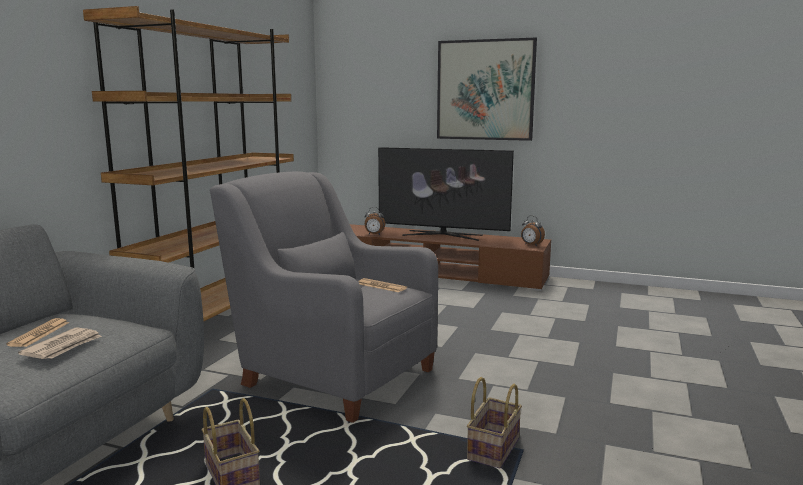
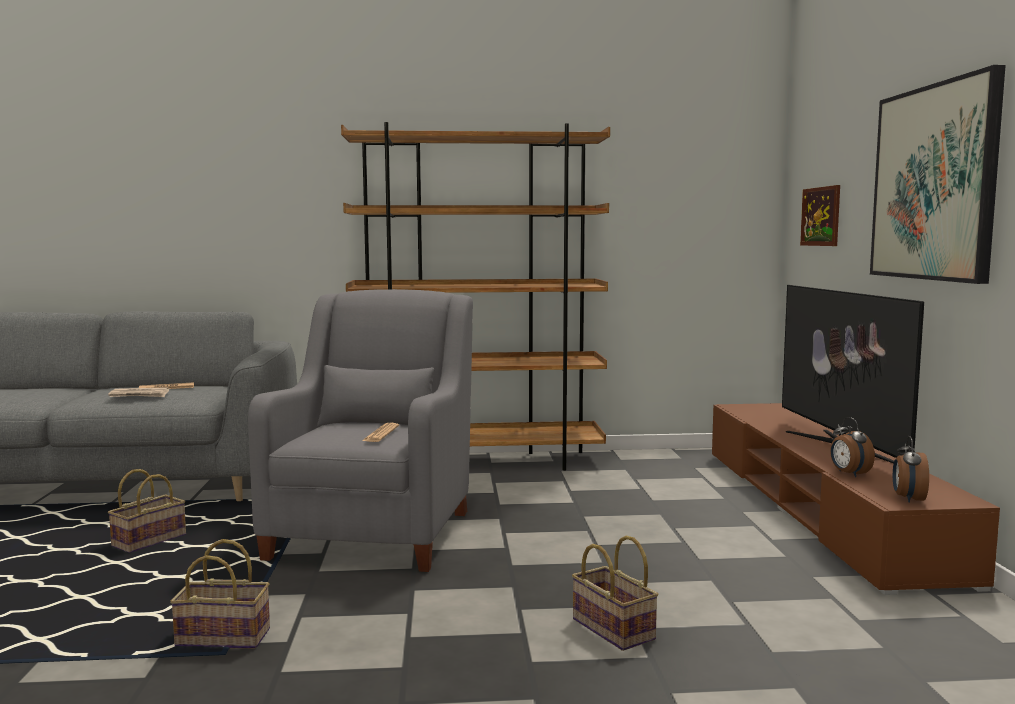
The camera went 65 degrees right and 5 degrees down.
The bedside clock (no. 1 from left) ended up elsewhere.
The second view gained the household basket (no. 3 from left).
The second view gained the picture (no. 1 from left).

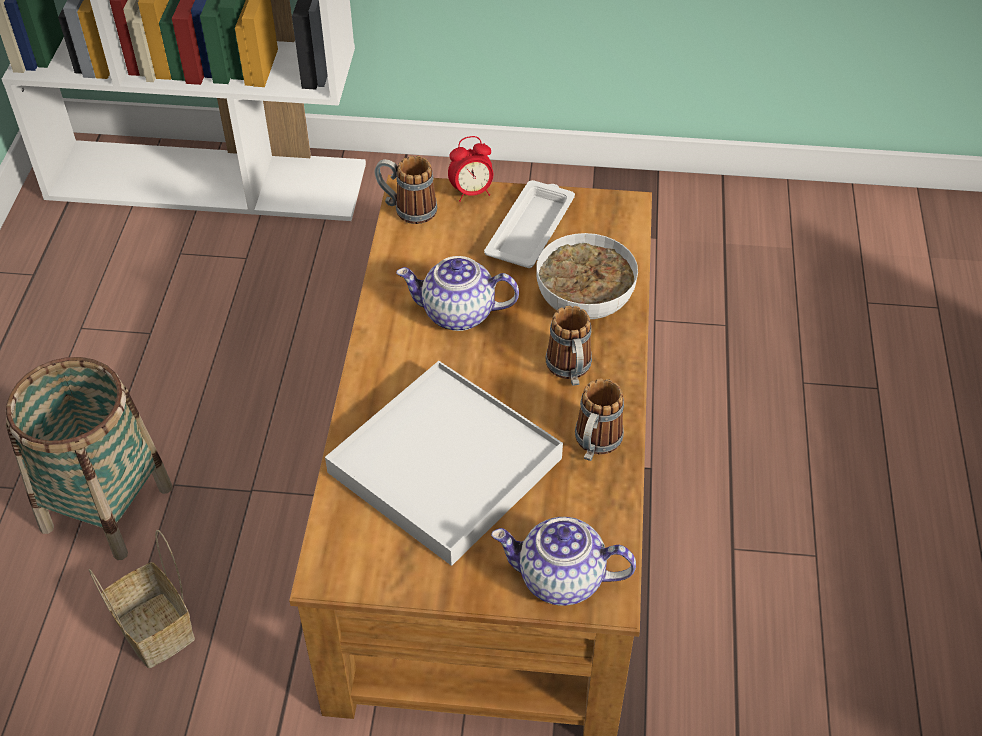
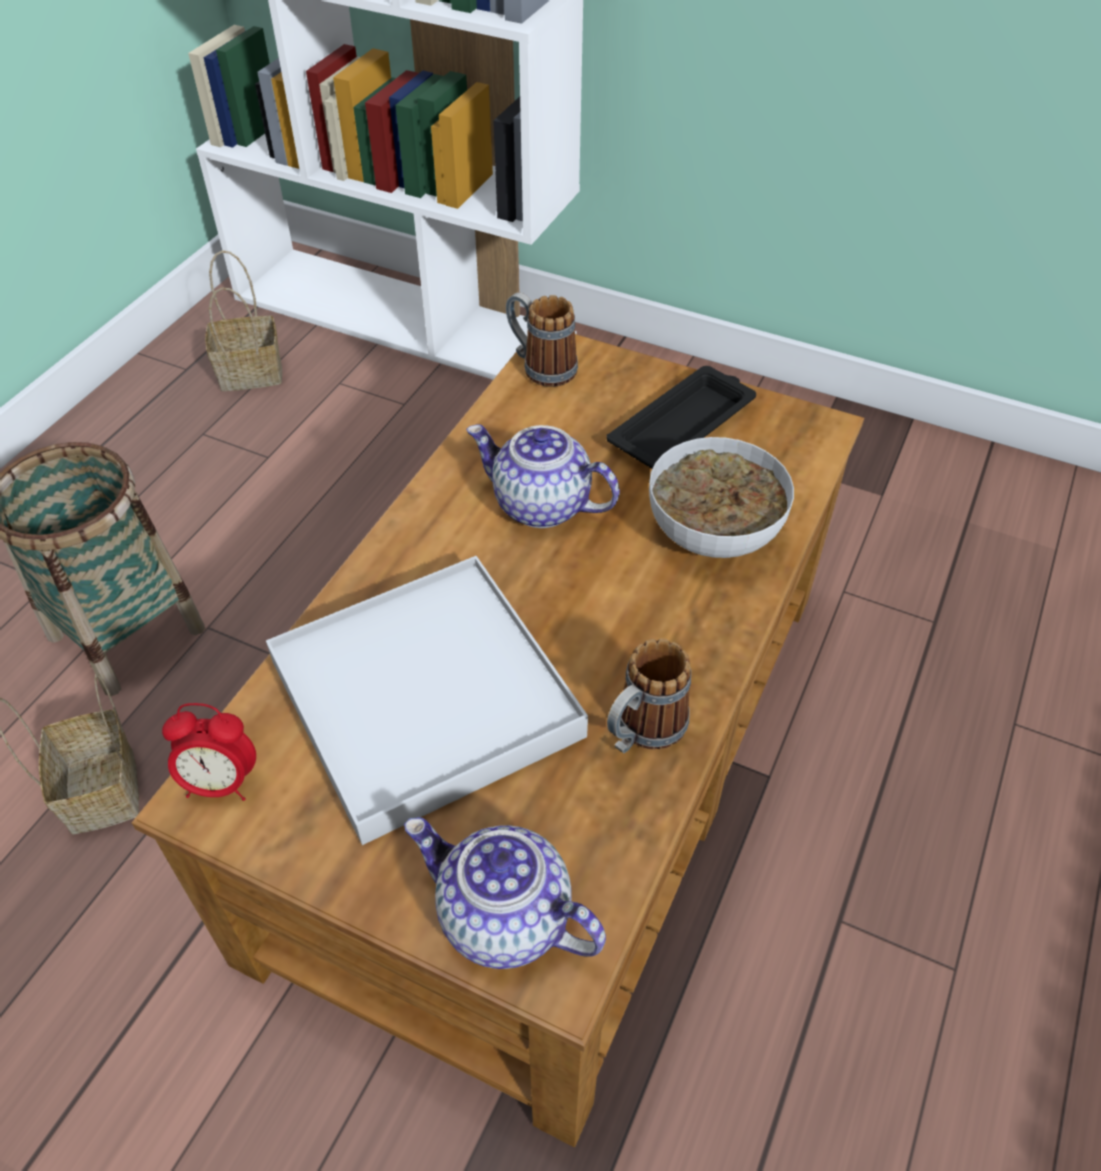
The camera went 20 degrees right and 0 degrees up.
The bedside clock ended up elsewhere.
What was the white tray (no. 2 from left) turned into the blackish tray.
The second view lost the mug (no. 2 from left).
The second view gained the household basket (no. 3 from left).

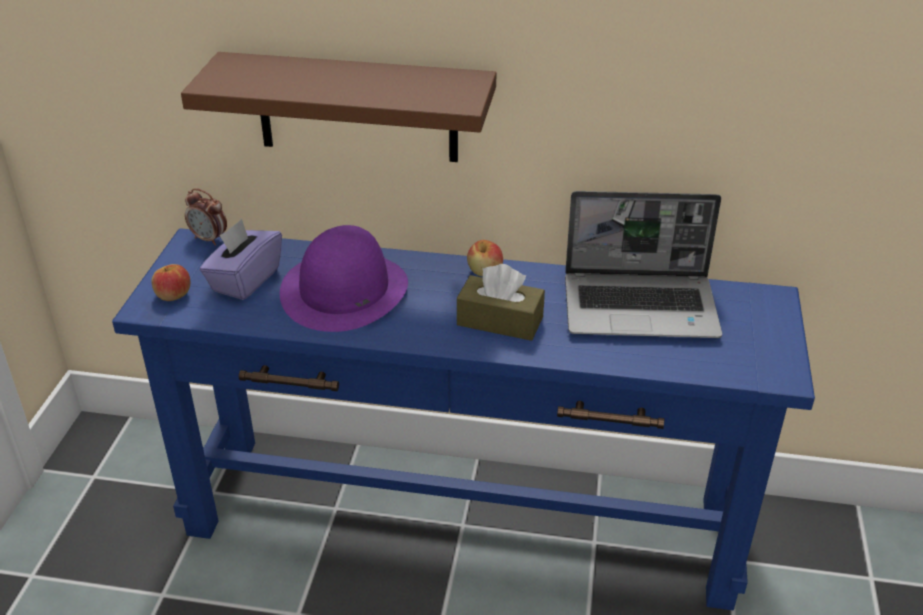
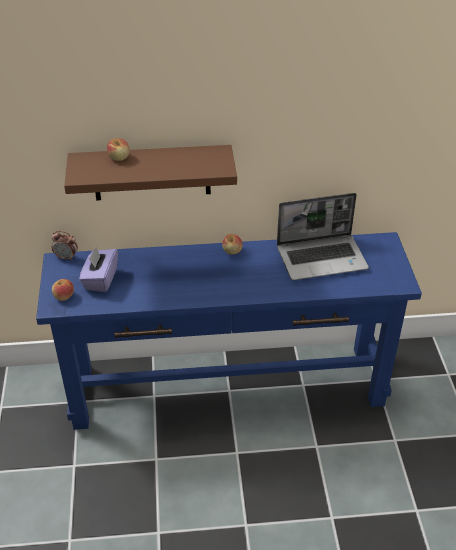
The camera went 15 degrees left and 5 degrees up.
The second view lost the purple wearable hat.
The second view lost the brownish tissue box.
The second view gained the apple (no. 2 from left).

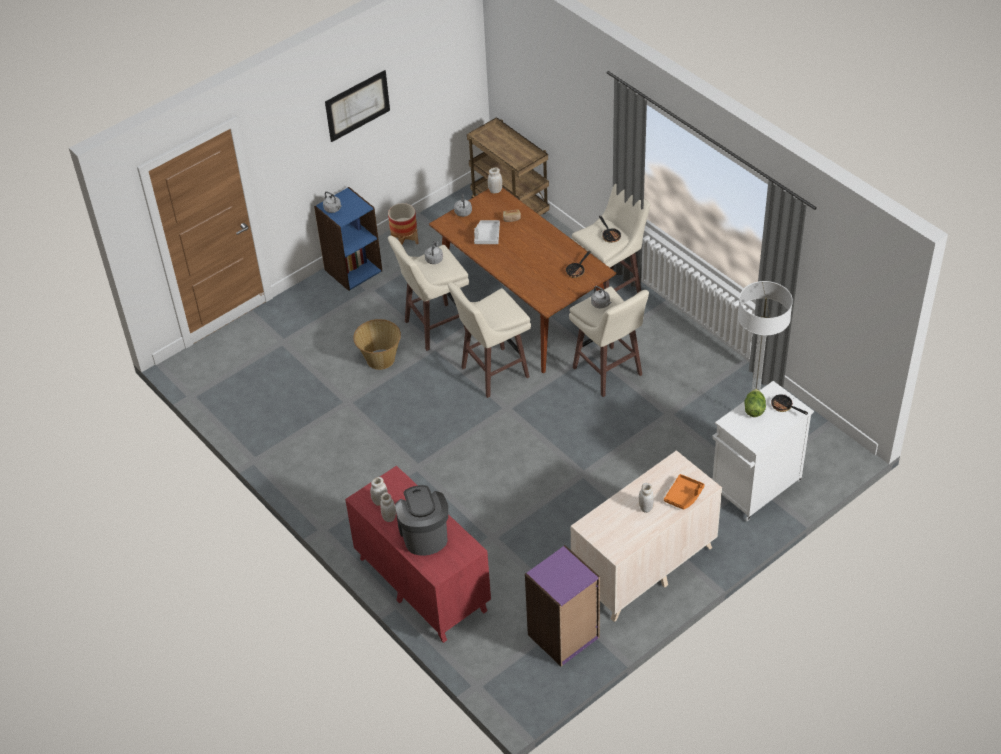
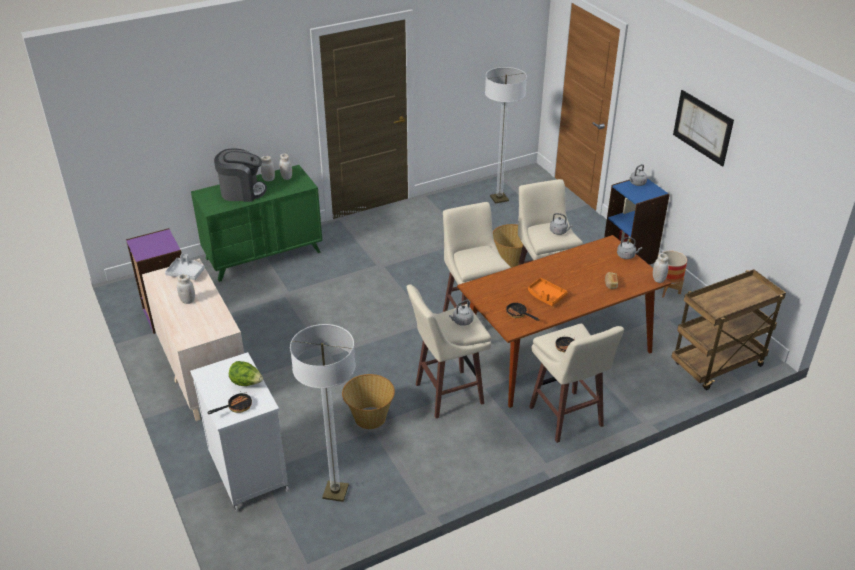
The camera went 100 degrees right and 10 degrees down.
What was the red chest of drawers turned into the green chest of drawers.
The greyish tray ended up elsewhere.
The orangey tray ended up elsewhere.
The second view gained the household basket (no. 1 from left).
The second view gained the floor lamp (no. 2 from left).

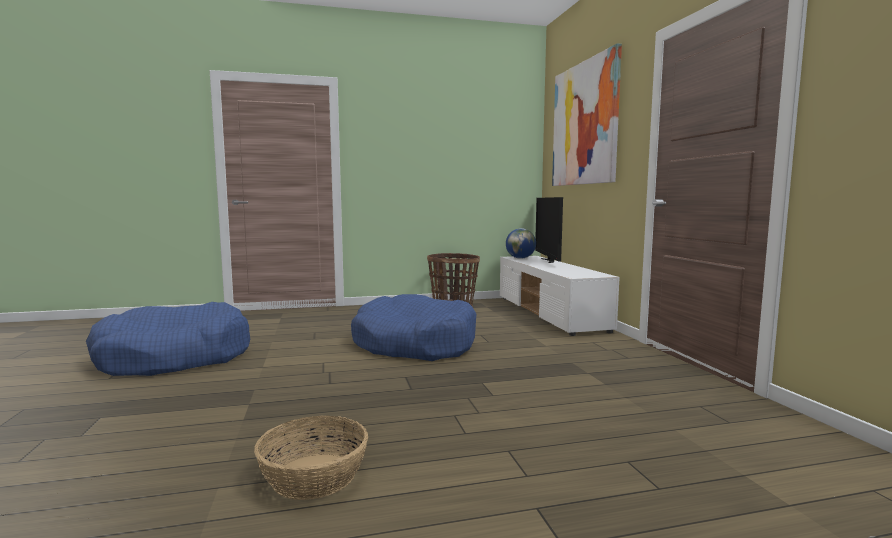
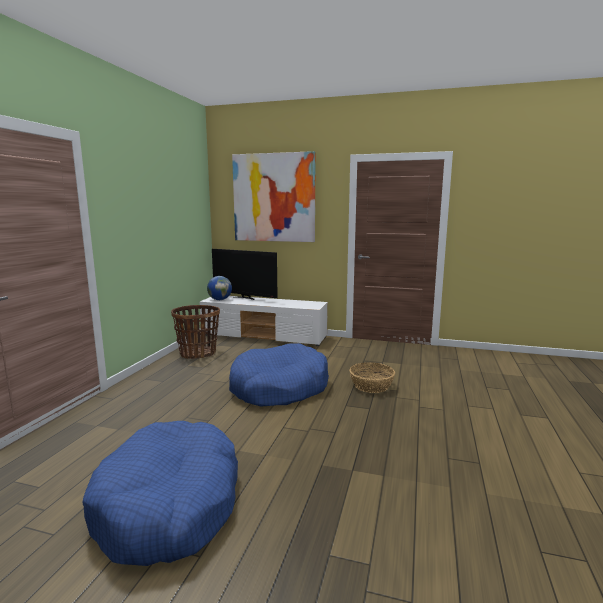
The camera went 60 degrees left and 5 degrees up.
The household basket (no. 1 from left in the first image) ended up elsewhere.

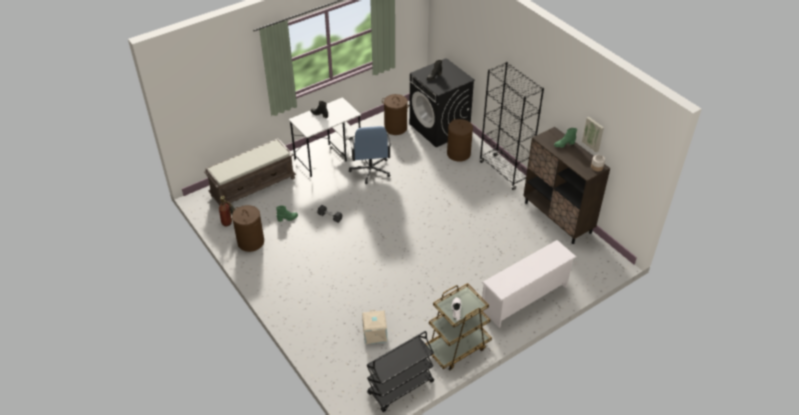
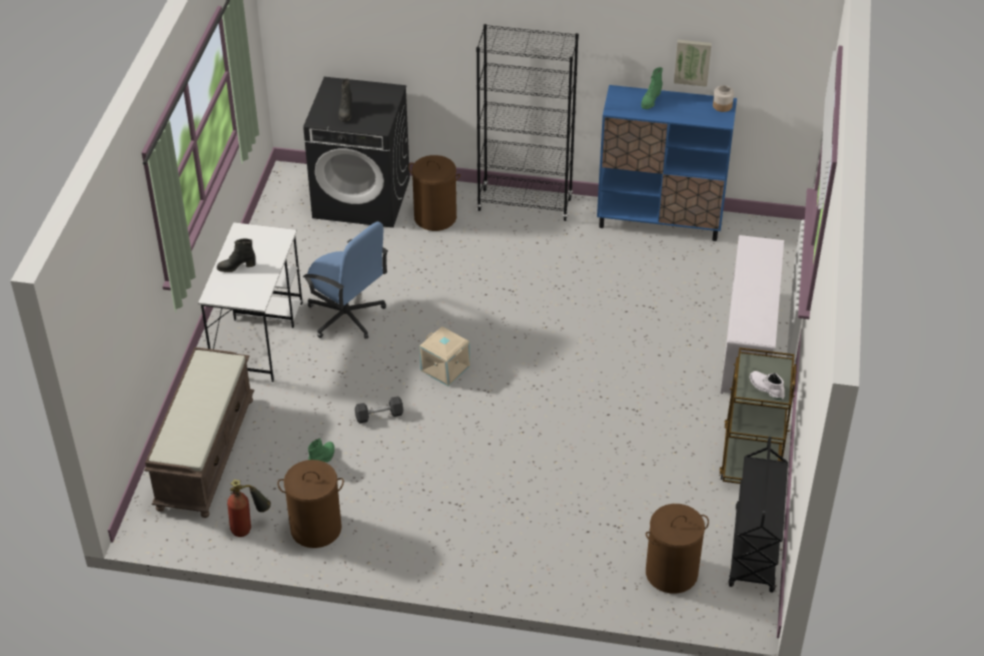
The camera went 45 degrees left and 0 degrees up.
The beige storage bin ended up elsewhere.
The brownish hamper (no. 2 from left in the first image) ended up elsewhere.
What was the brownish storage cabinet turned into the blue-coloured storage cabinet.

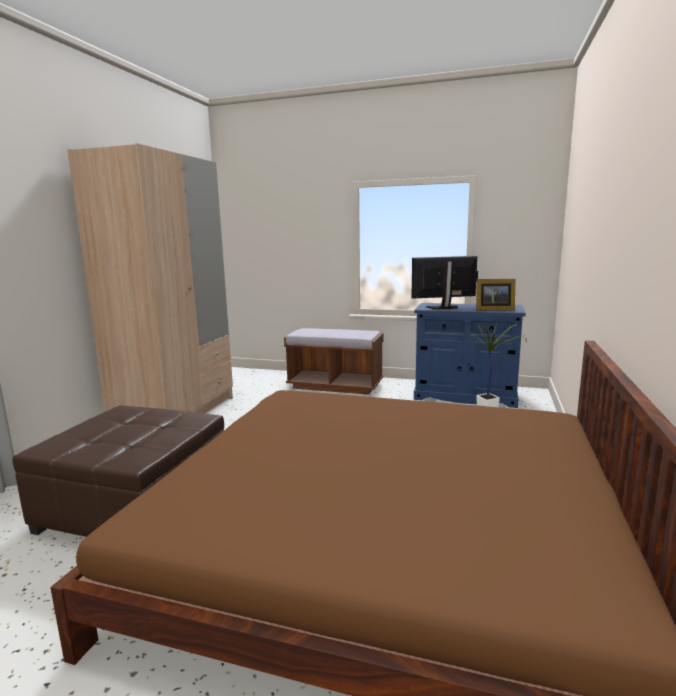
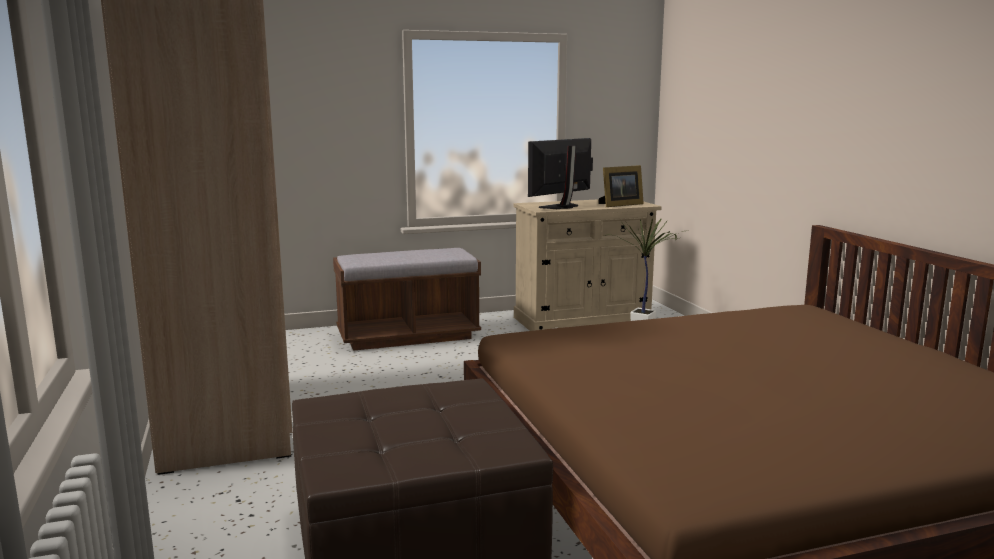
The camera went 35 degrees left and 0 degrees up.
What was the blue-coloured storage cabinet turned into the beige storage cabinet.

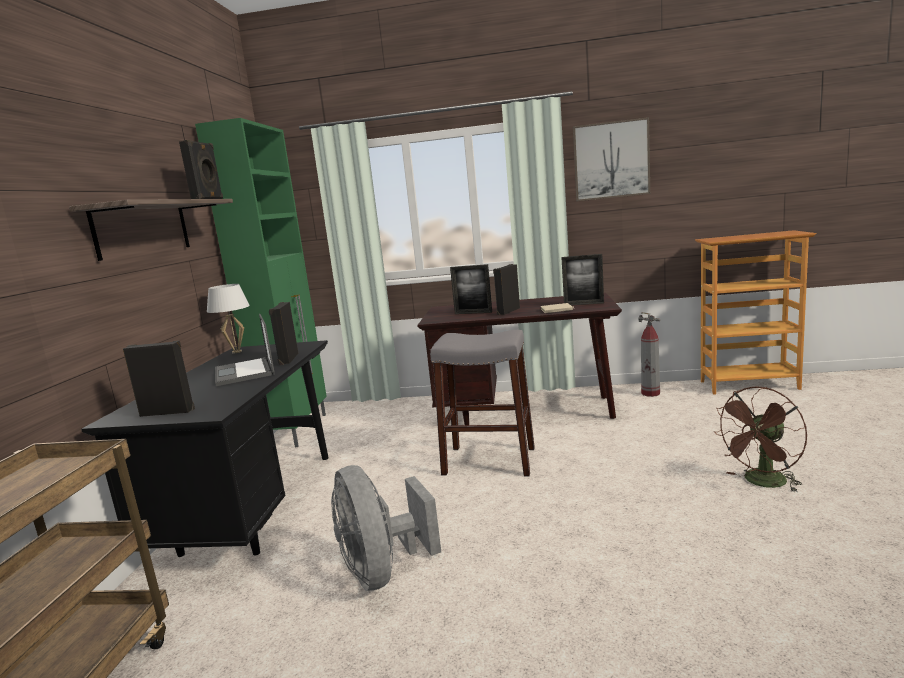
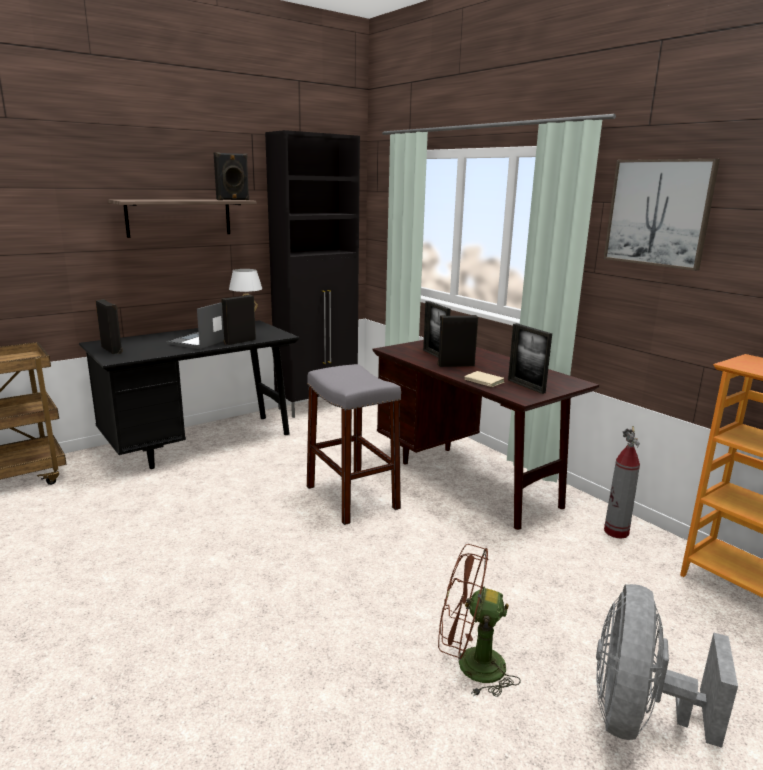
The camera went 45 degrees right and 5 degrees up.
What was the green storage cabinet turned into the blackish storage cabinet.
The greyish fan ended up elsewhere.

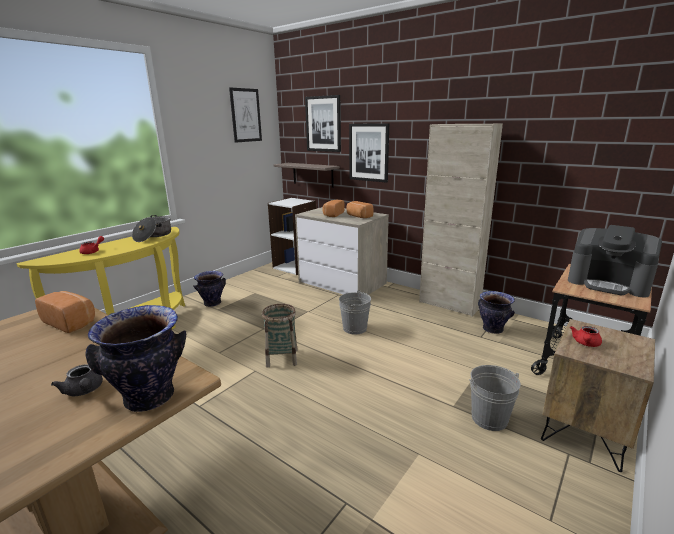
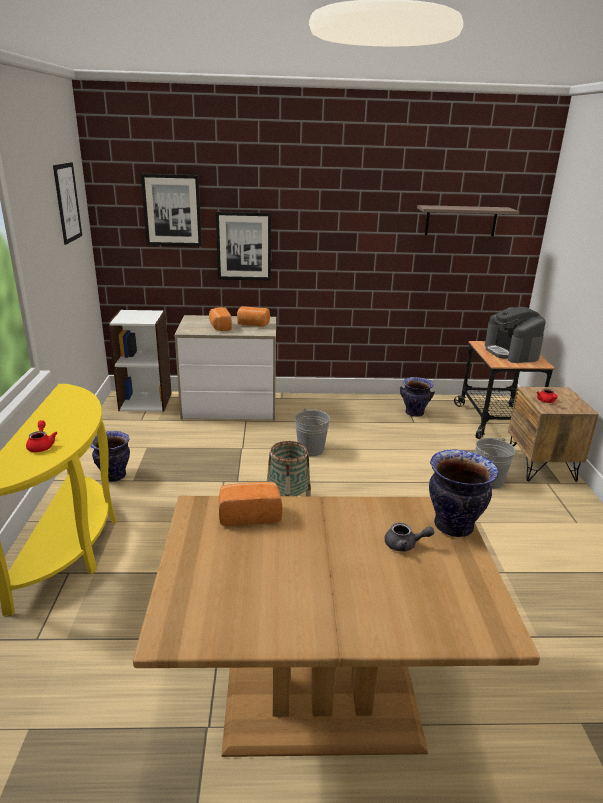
The camera went 40 degrees left and 5 degrees up.
The second view lost the stockpot.
The wall shelf ended up elsewhere.
The second view lost the beige storage cabinet.
The coffee machine ended up facing another way, 75 degrees clockwise from before.

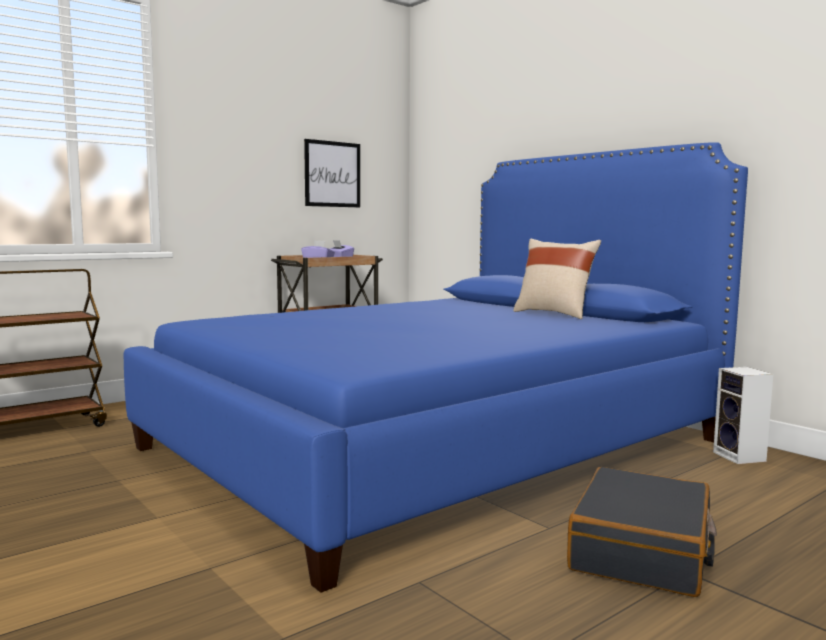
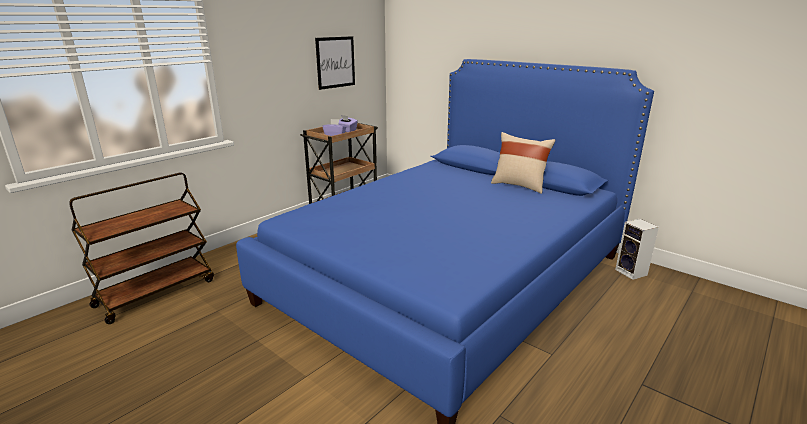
The camera went 10 degrees left and 15 degrees up.
The second view lost the blackish suitcase.

